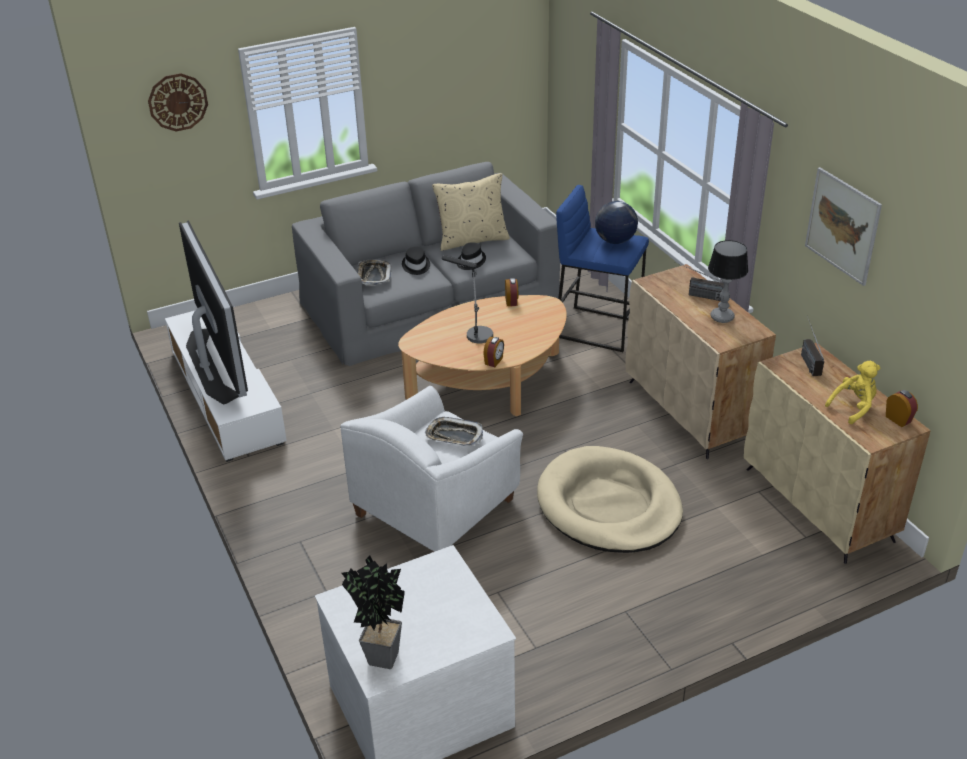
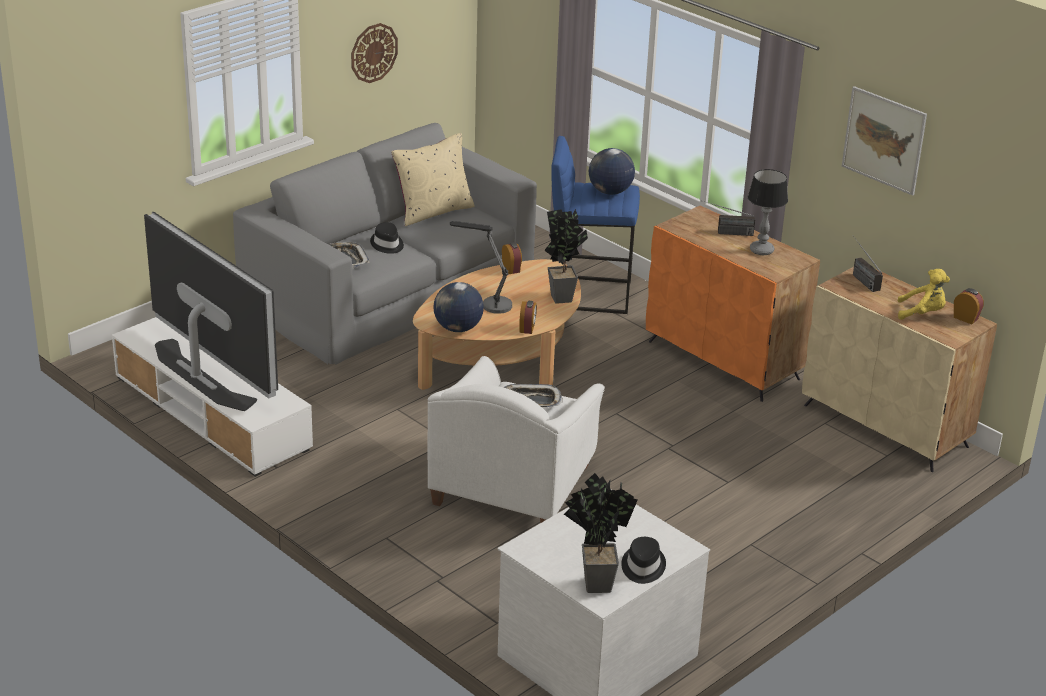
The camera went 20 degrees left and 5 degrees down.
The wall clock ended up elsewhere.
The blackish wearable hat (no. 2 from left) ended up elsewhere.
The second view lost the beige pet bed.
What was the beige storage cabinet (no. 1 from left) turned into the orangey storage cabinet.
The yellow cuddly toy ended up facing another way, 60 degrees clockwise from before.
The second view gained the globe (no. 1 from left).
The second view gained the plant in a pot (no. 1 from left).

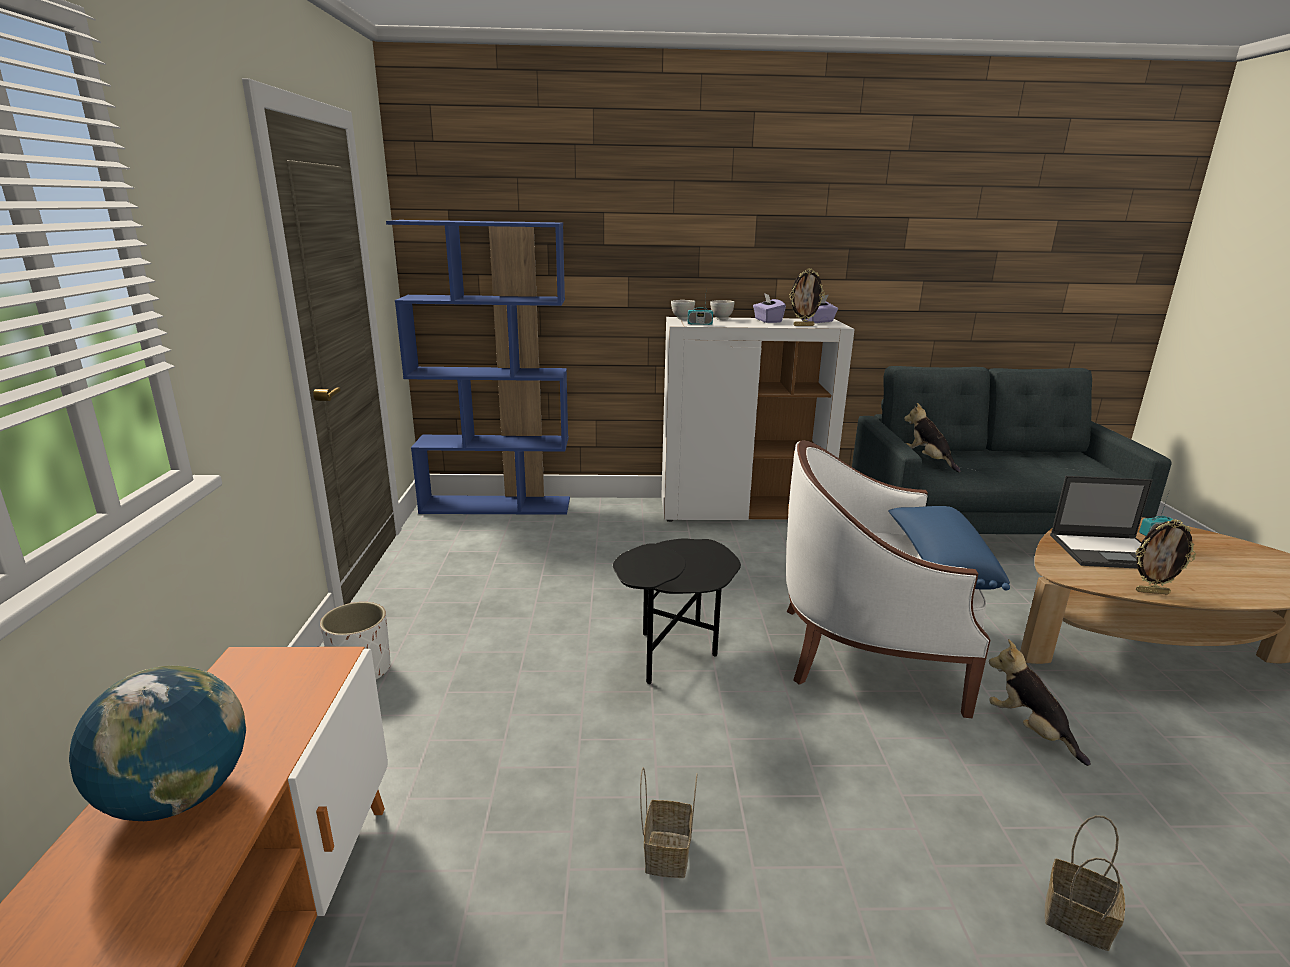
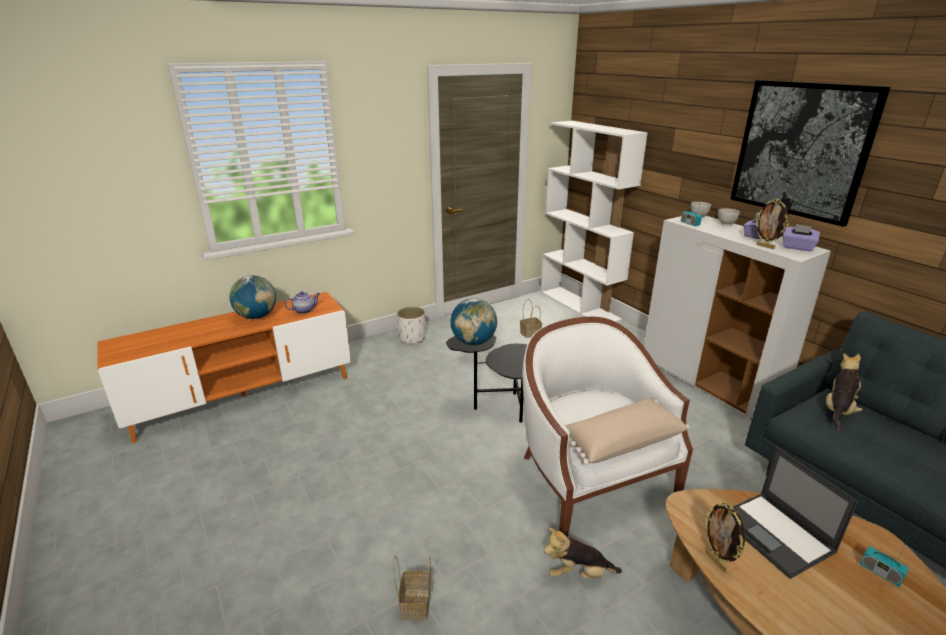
The camera went 60 degrees right and 5 degrees up.
What was the blue-coloured bookcase turned into the white bookcase.
The household basket (no. 1 from left in the first image) ended up elsewhere.
What was the blue-coloured pillow turned into the beige pillow.
The cuddly toy (no. 2 from left in the first image) ended up facing another way, 120 degrees counterclockwise from before.
The second view gained the teapot.
The second view gained the globe (no. 2 from left).
The second view gained the picture.

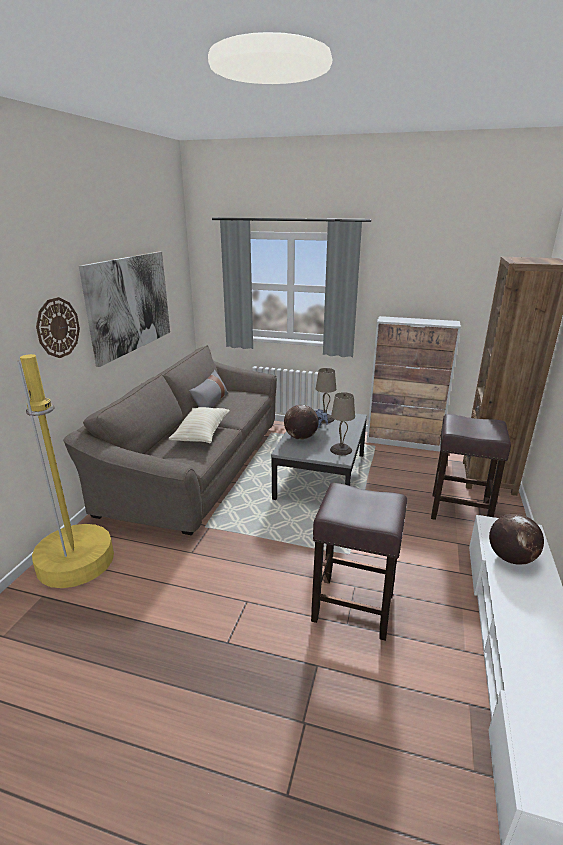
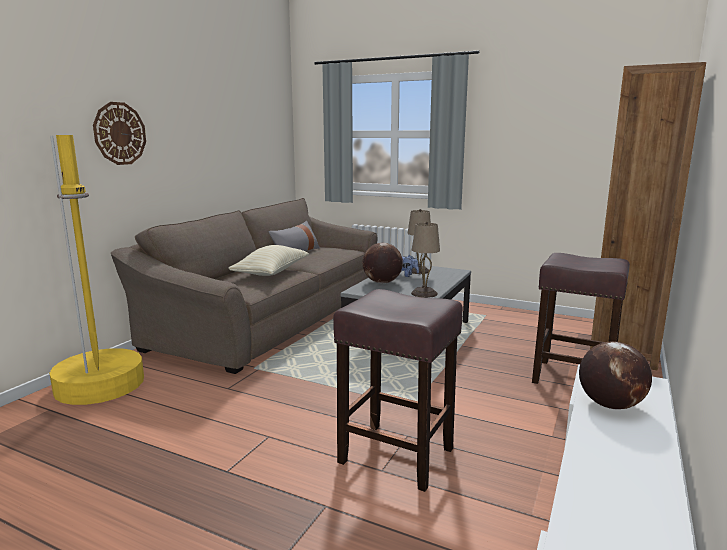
The camera went 10 degrees right and 10 degrees down.
The second view lost the picture.
The second view lost the storage cabinet.

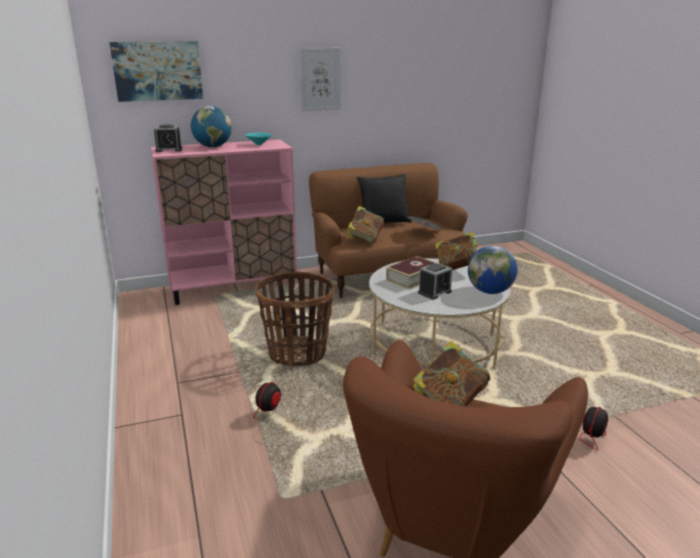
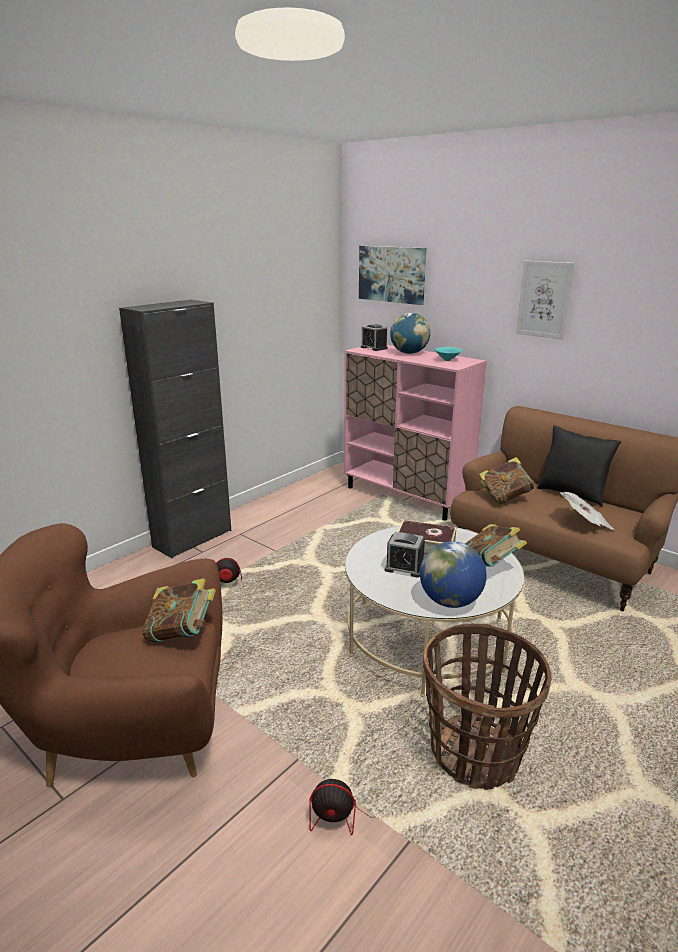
The camera went 60 degrees right and 0 degrees up.
The household basket ended up elsewhere.
The second view gained the blackish storage cabinet.

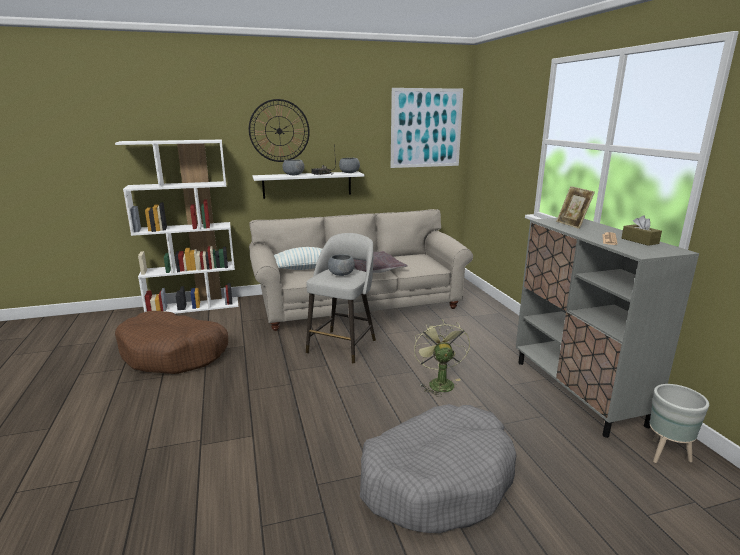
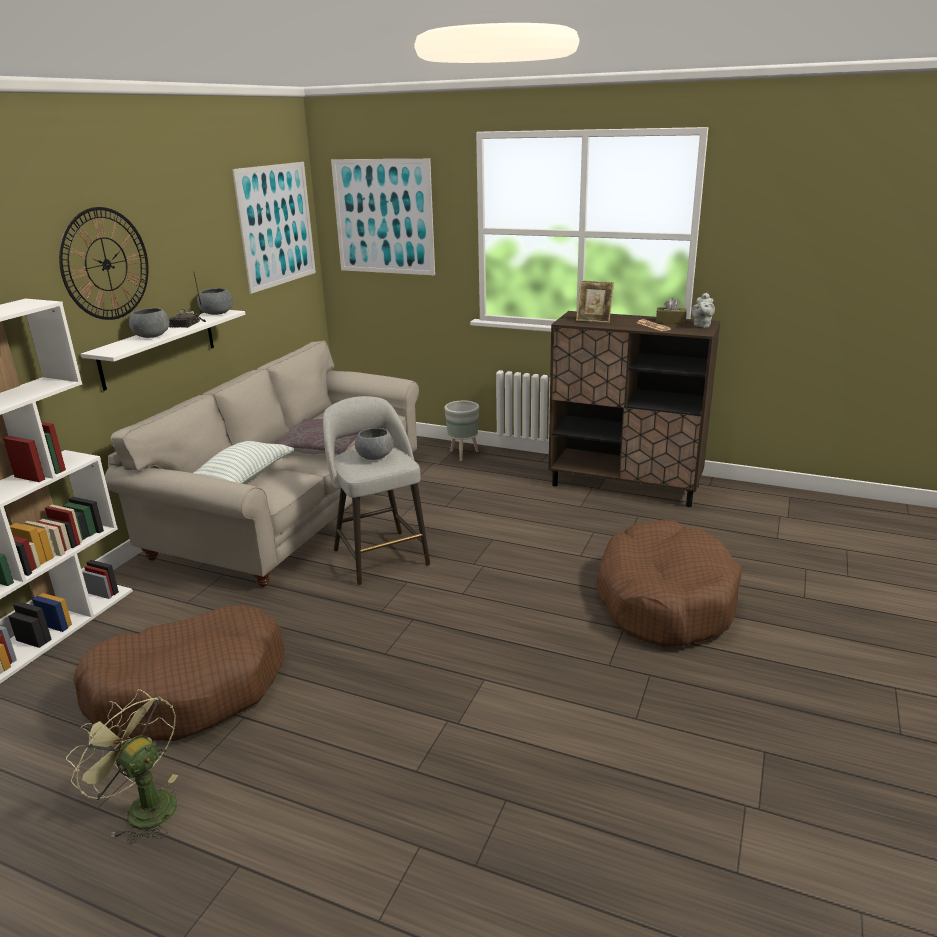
The camera went 50 degrees left and 5 degrees up.
What was the greyish pet bed turned into the brownish pet bed (no. 2 from left).
The green fan ended up elsewhere.
What was the greyish storage cabinet turned into the brownish storage cabinet.
The greyish plant pot ended up elsewhere.
The second view gained the picture (no. 2 from left).
The second view gained the greyish teapot.

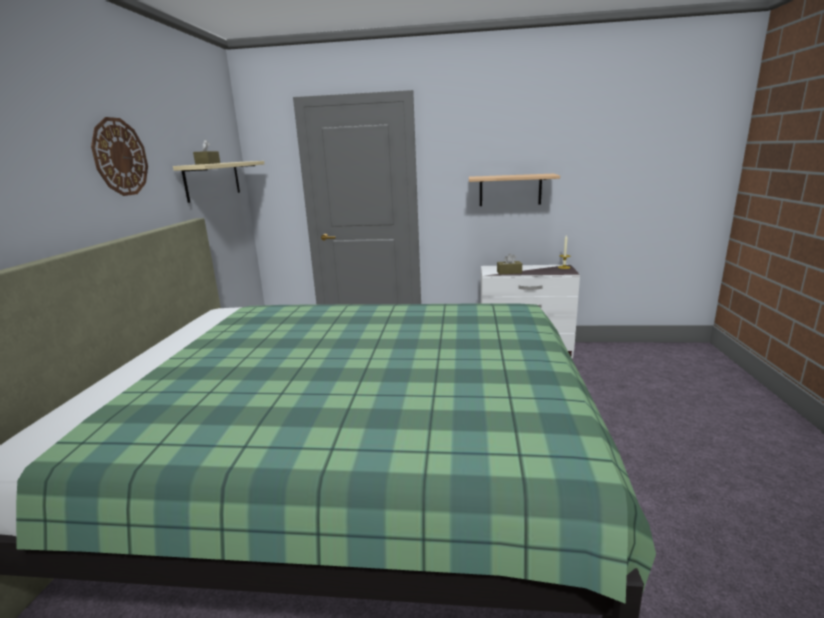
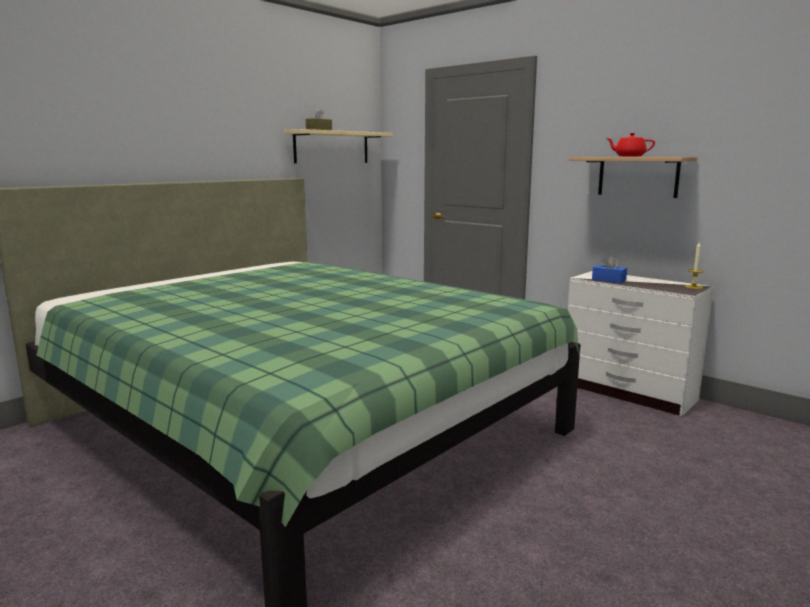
The camera went 35 degrees right and 5 degrees down.
The second view lost the wall clock.
What was the brownish tissue box (no. 2 from left) turned into the blue-coloured tissue box.
The second view gained the red teapot.

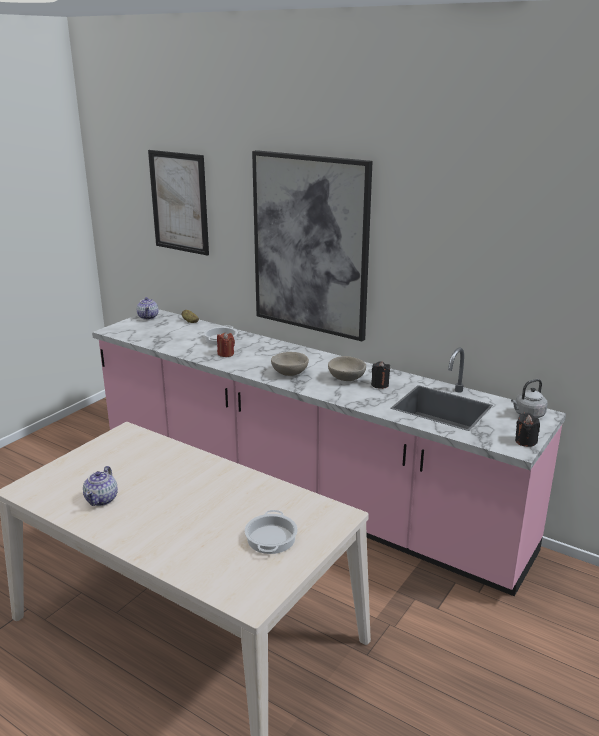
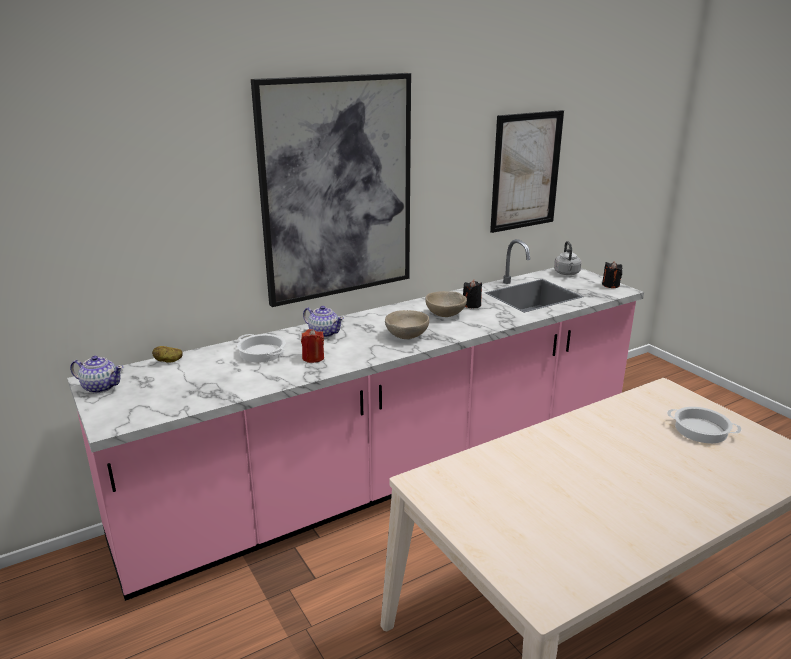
The camera went 65 degrees left and 0 degrees up.
The teapot (no. 1 from left in the first image) ended up elsewhere.
The picture (no. 1 from left in the first image) ended up elsewhere.

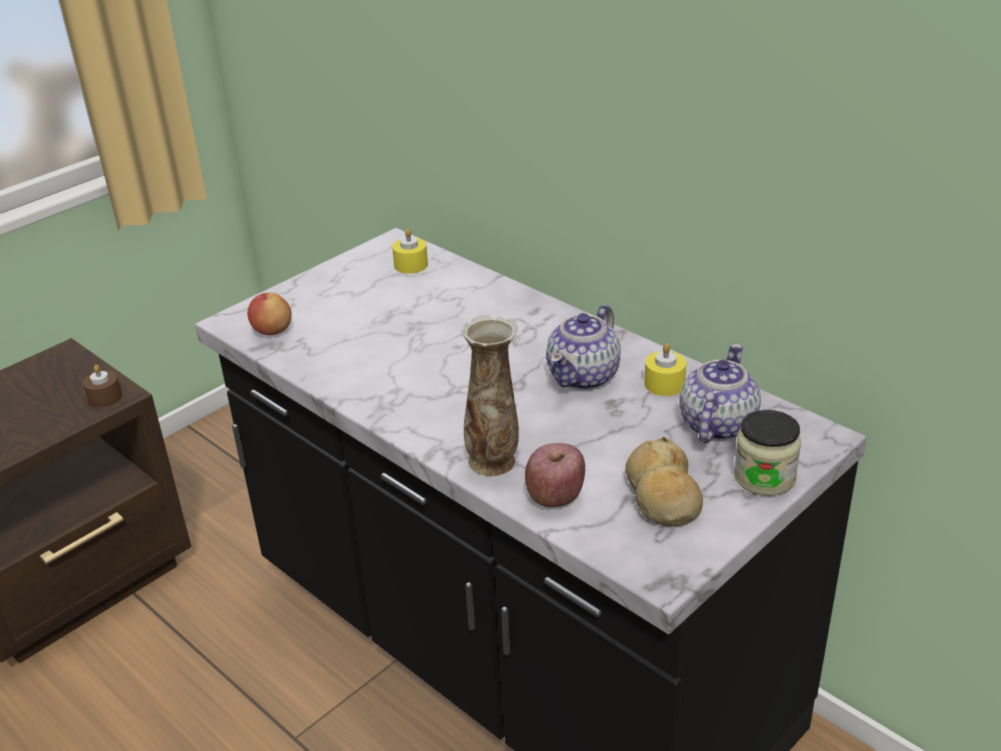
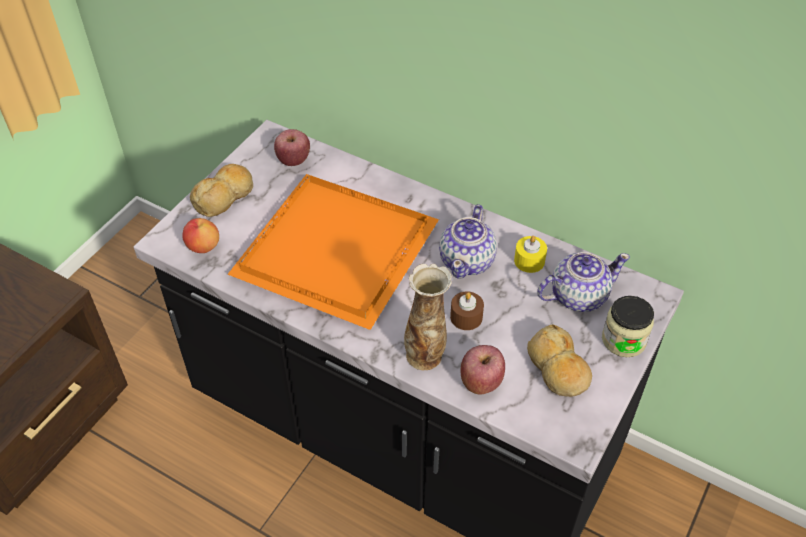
The camera went 15 degrees left and 15 degrees up.
The brownish candle ended up elsewhere.
Where the yellow candle (no. 1 from left) stood, the apple (no. 2 from left) came to stand.
The teapot (no. 2 from left) ended up facing another way, 60 degrees clockwise from before.
The second view gained the baked bread (no. 1 from left).
The second view gained the orangey tray.

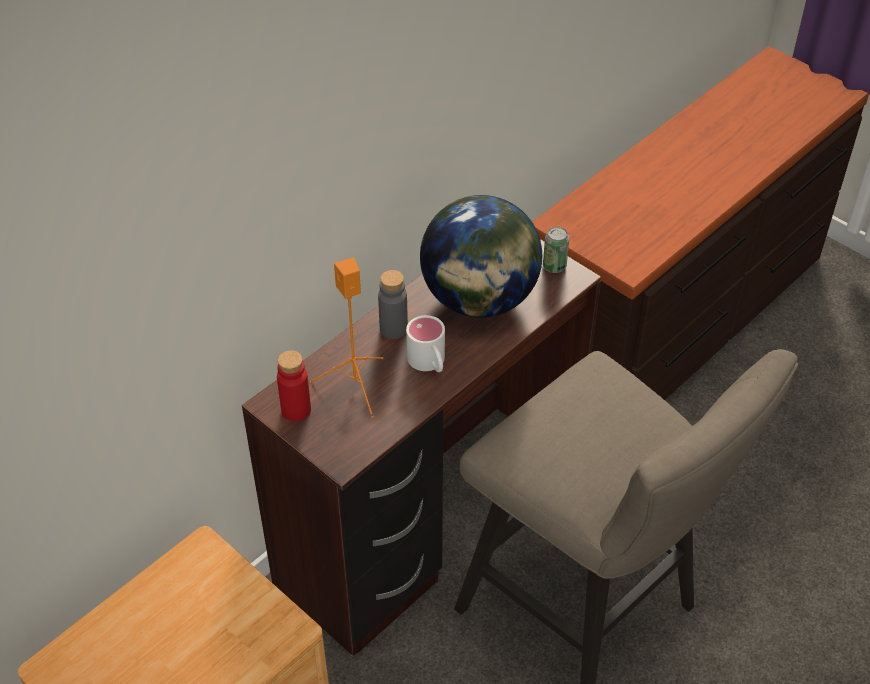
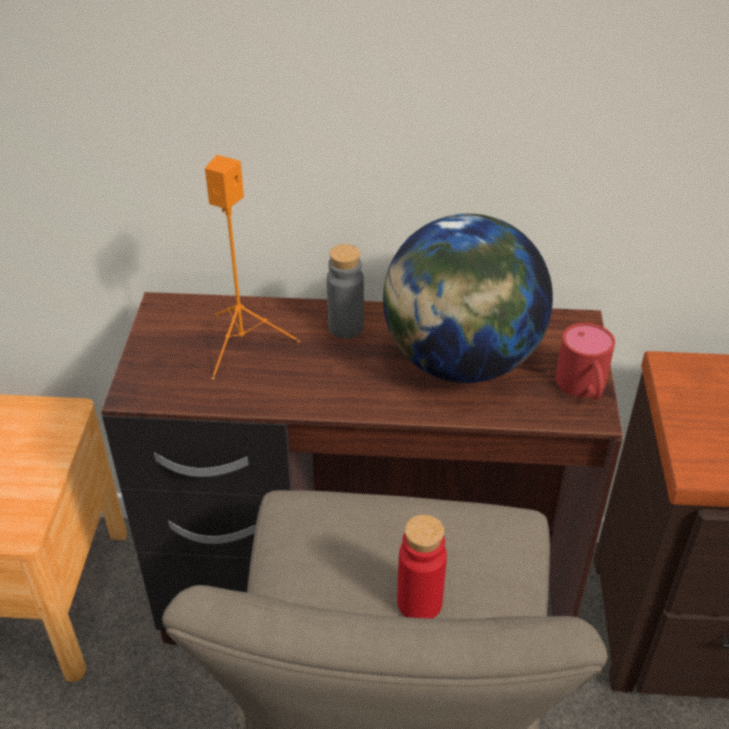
The camera went 50 degrees right and 5 degrees down.
The red drink bottle ended up elsewhere.
The second view lost the white mug.
Where the metal can stood, the red mug came to stand.

